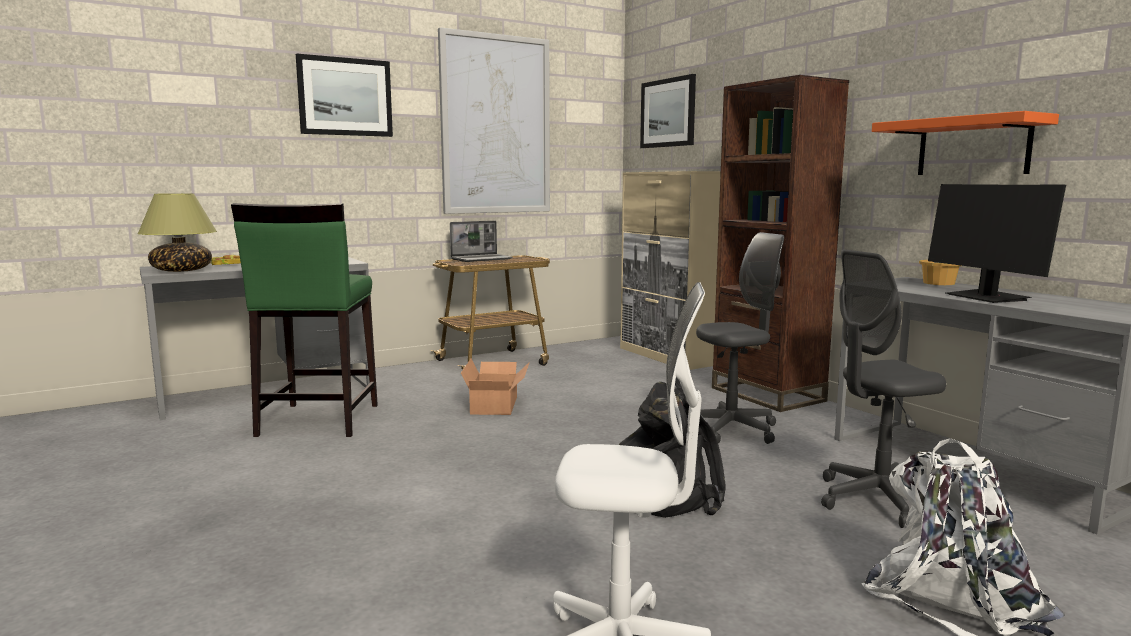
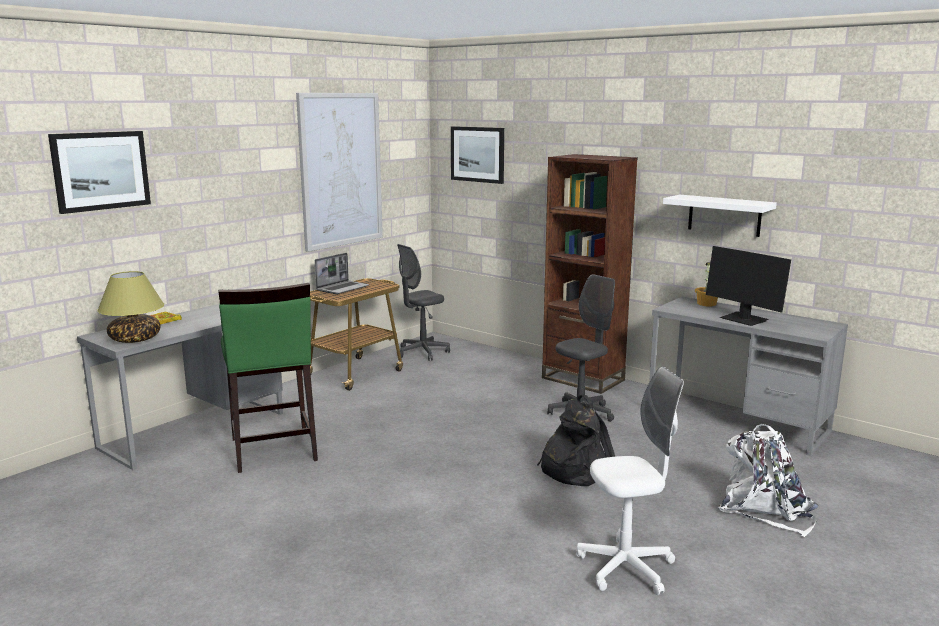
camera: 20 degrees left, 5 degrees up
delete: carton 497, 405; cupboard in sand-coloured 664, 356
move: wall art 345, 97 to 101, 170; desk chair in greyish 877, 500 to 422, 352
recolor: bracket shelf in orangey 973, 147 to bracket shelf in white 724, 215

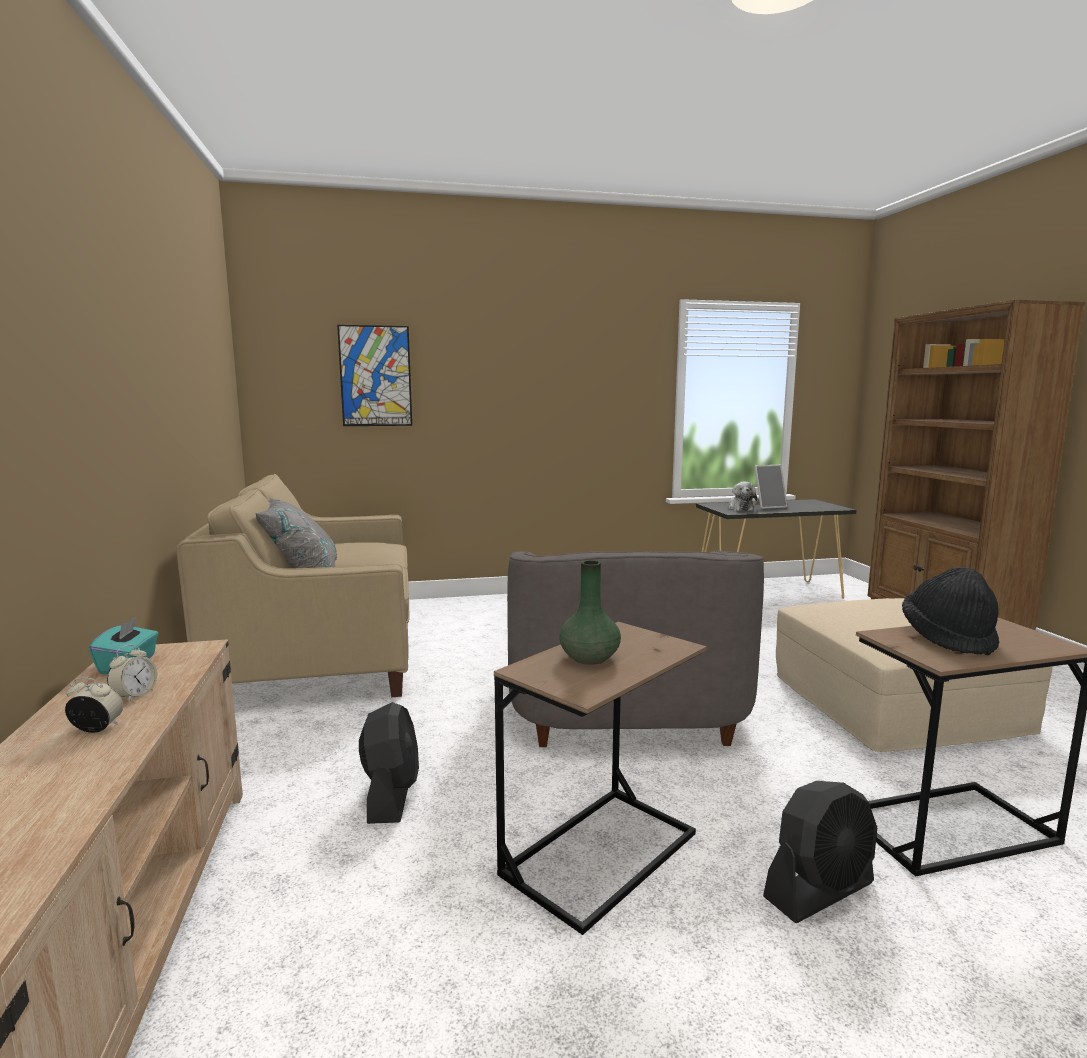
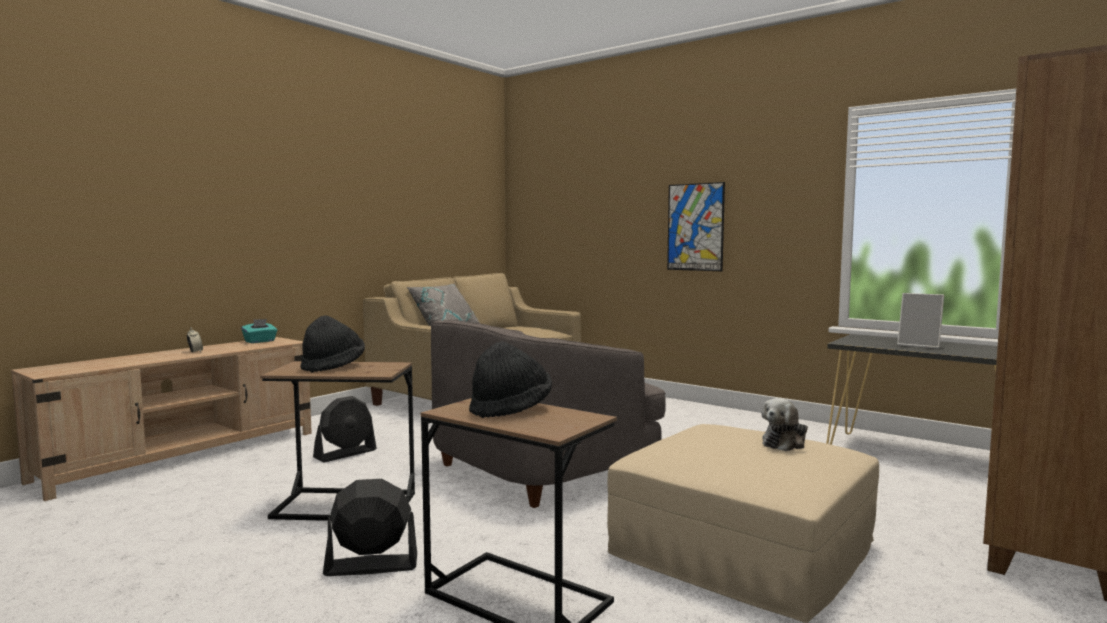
camera: 50 degrees right, 5 degrees down
delete: table clock 135, 696
move: wall art 375, 376 to 695, 227; soft toy 740, 508 to 785, 443
replace: vase in green-coloured 589, 658 to wearable hat in blackish 333, 366
rotate: fan in blackish 819, 890 = 371, 565 150 degrees clockwise

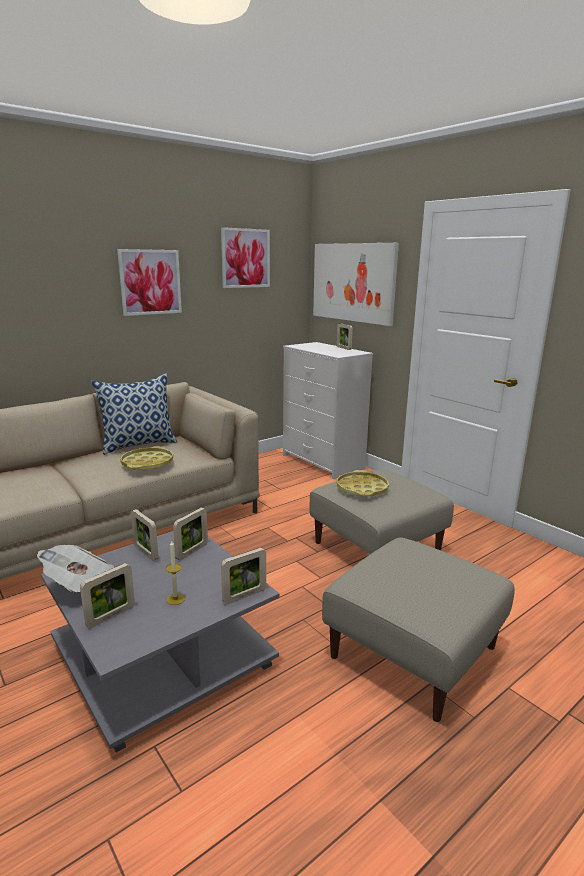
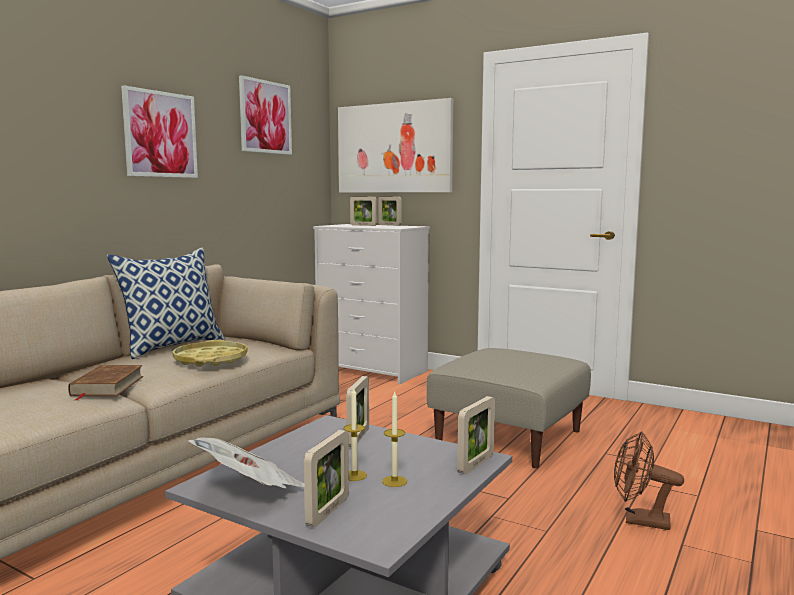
camera: 20 degrees left, 10 degrees down
delete: serving tray in yellowish 362, 489
insert: volume in brown-coloured 107, 386; candle 354, 475
move: photo frame 146, 553 to 363, 225
replace: footrest in sand-coloured 413, 652 to fan in brown-coloured 639, 521

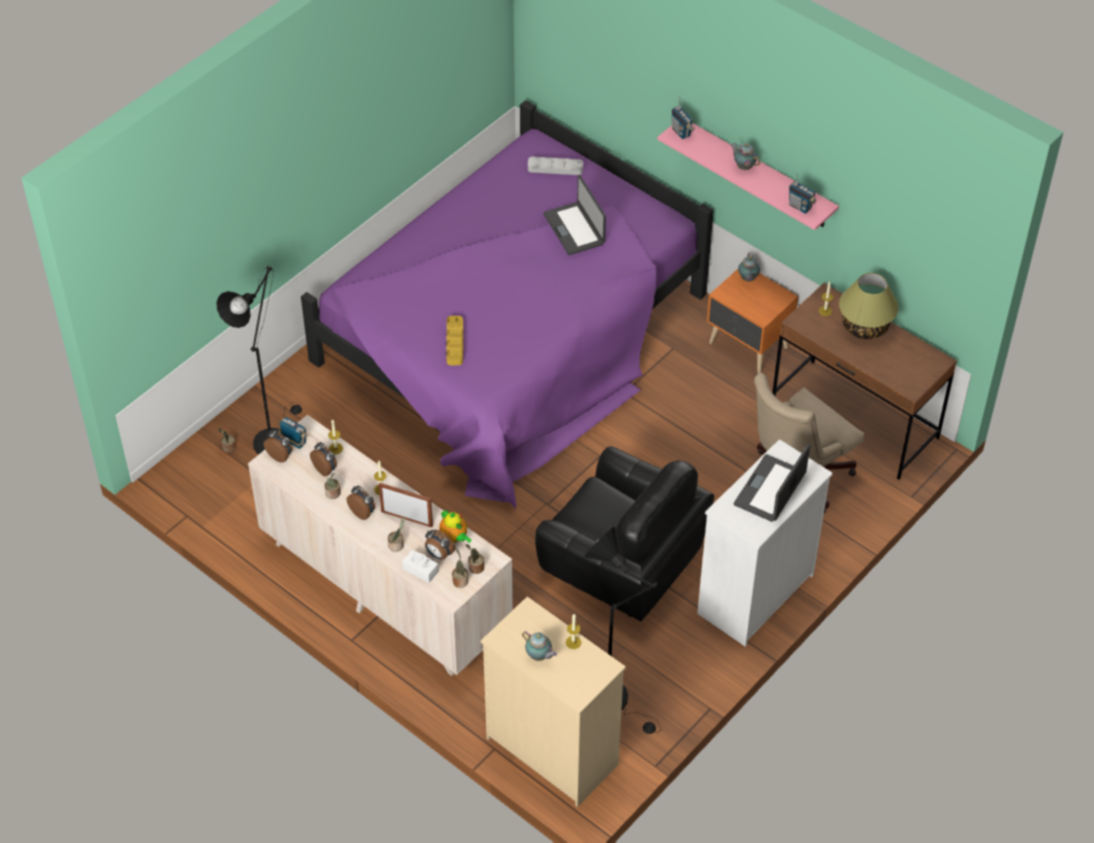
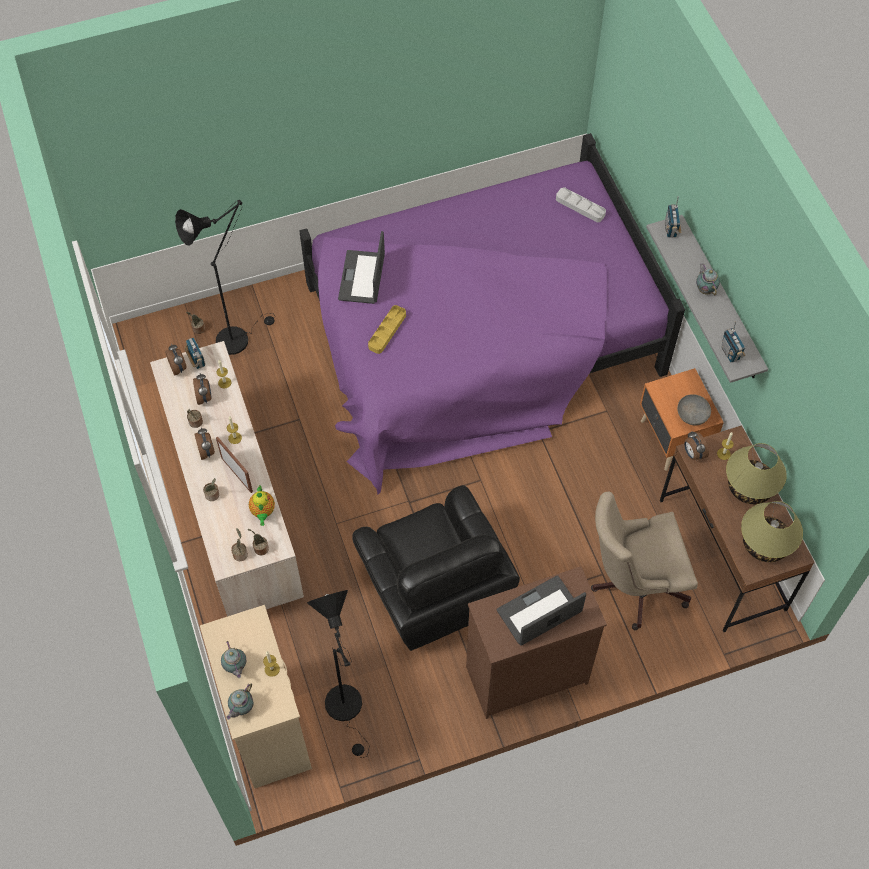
camera: 30 degrees right, 10 degrees up
delete: tissue holder in white 420, 570
insert: deep dish in greyish 692, 417; lamp for a table 765, 543
move: tea pot 747, 279 to 241, 708; laptop 575, 228 to 362, 277; table clock 439, 555 to 693, 454
recolor: chest of drawers in white 754, 594 to chest of drawers in brown-coloured 525, 674; bracket shelf in pinkish 757, 174 to bracket shelf in greyish 720, 300

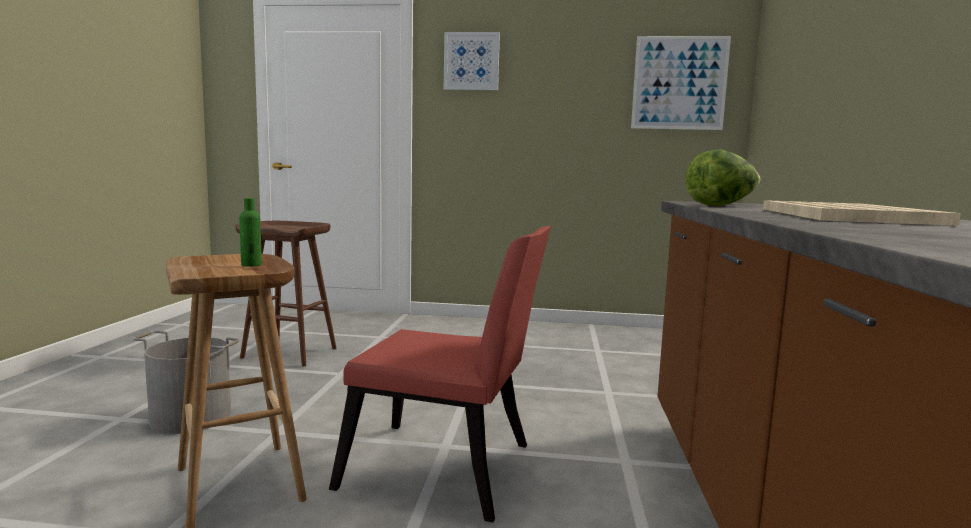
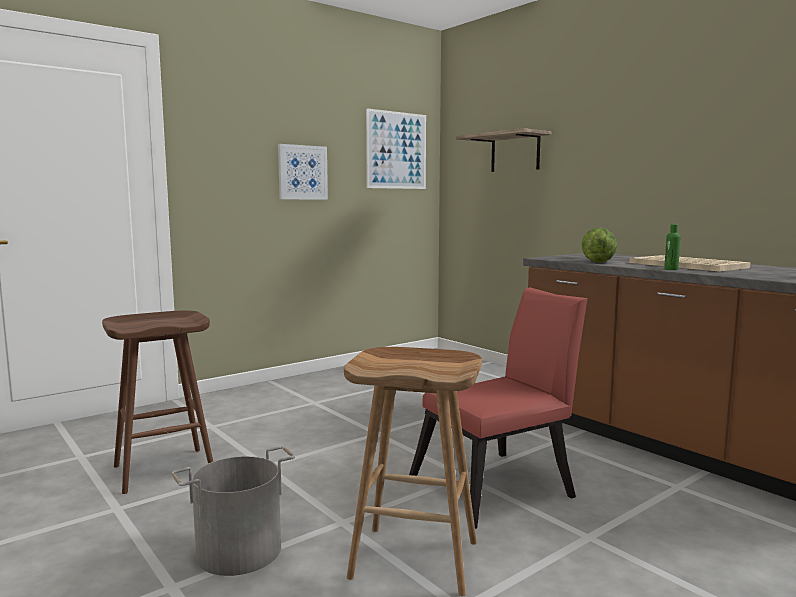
camera: 45 degrees left, 0 degrees up
insert: bracket shelf 515, 152
move: wall art 471, 61 to 302, 172; drink bottle in green-coloured 251, 265 to 671, 269

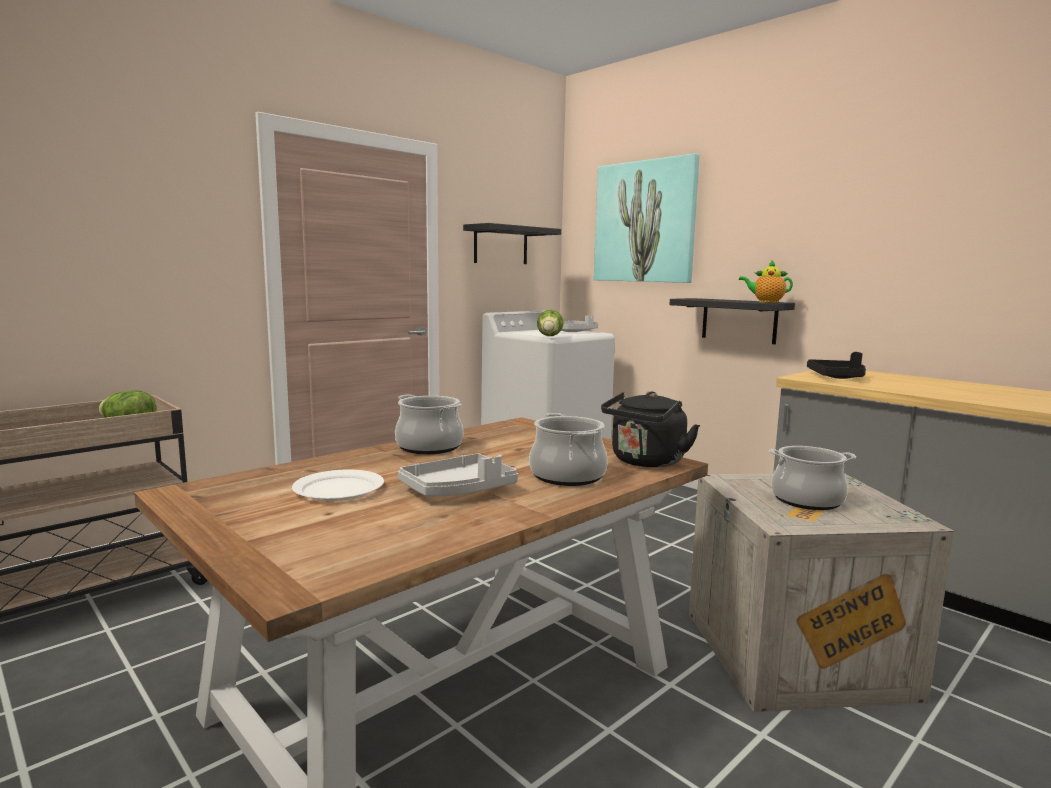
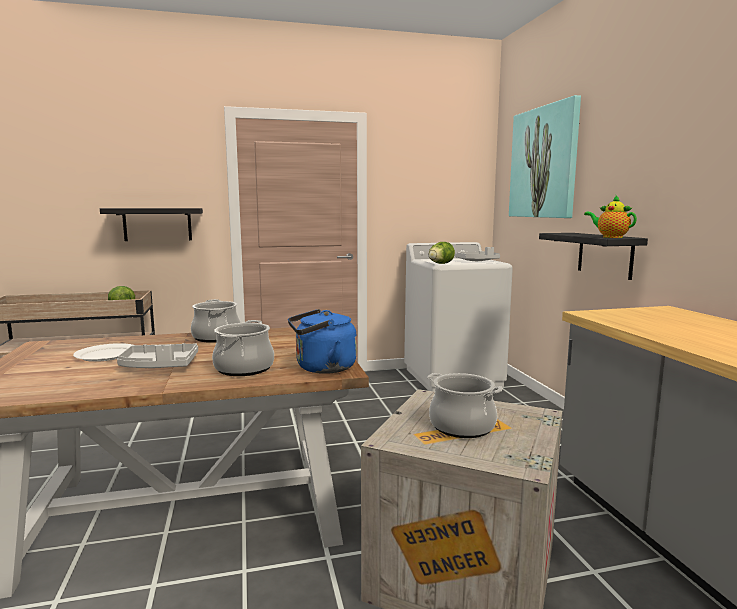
camera: 30 degrees right, 0 degrees up
delete: serving tray in blackish 837, 377
move: bracket shelf in blackish 500, 245 to 157, 224
recolor: kettle in blackish 645, 462 to kettle in blue 322, 368

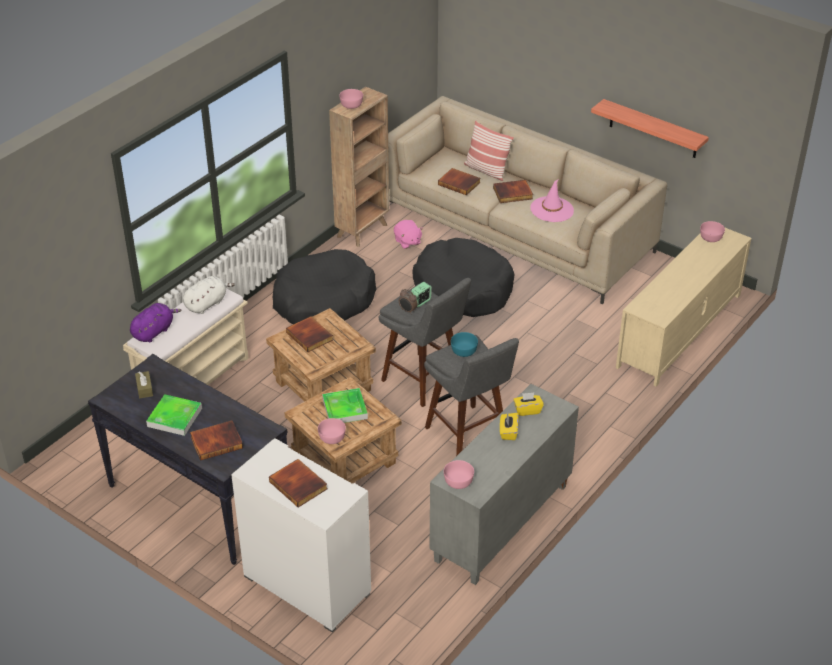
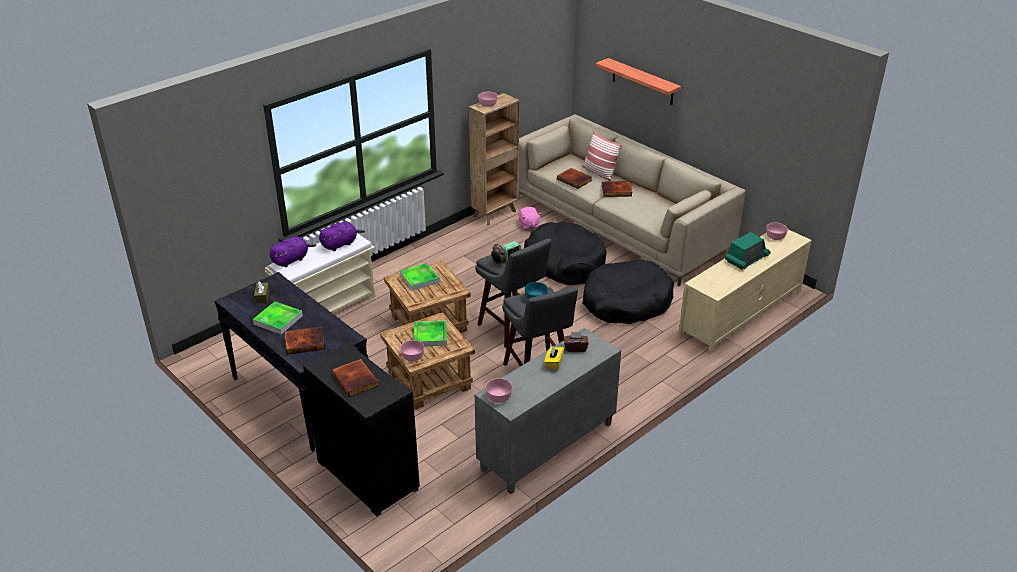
camera: 10 degrees right, 5 degrees down
delete: wearable hat in pinkish 552, 209
insert: radio set 746, 259
move: dog cushion in blackish 323, 301 to 626, 302; bracket shelf 653, 129 to 642, 82
replace: volume 310, 336 to serving tray 419, 279
recolor: cupboard in white 305, 585 to cupboard in blackish 366, 475; soft toy in white 207, 304 to soft toy in purplish 340, 244; tissue holder in yellowish 527, 410 to tissue holder in brown-coloured 575, 348

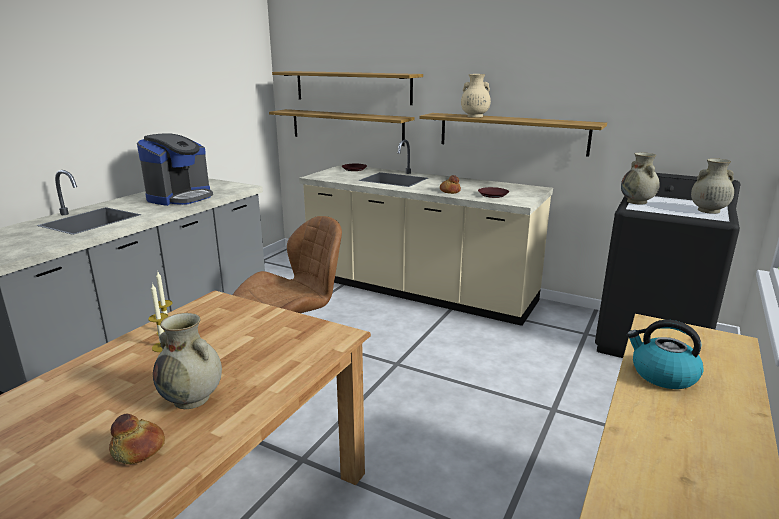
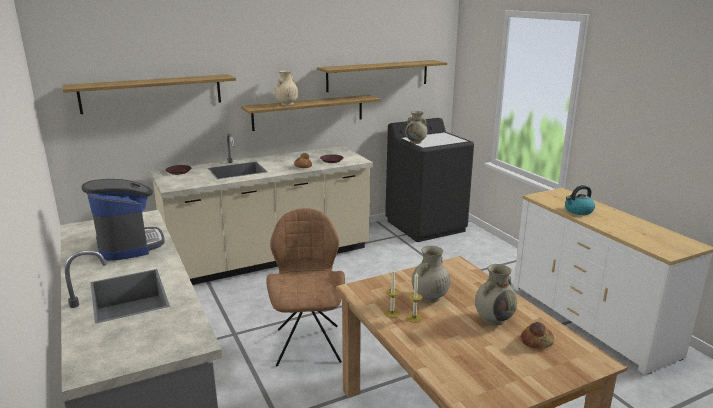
camera: 55 degrees left, 0 degrees up
move: bracket shelf 346, 127 to 378, 75; vase in sand-coloured 707, 211 to 429, 297

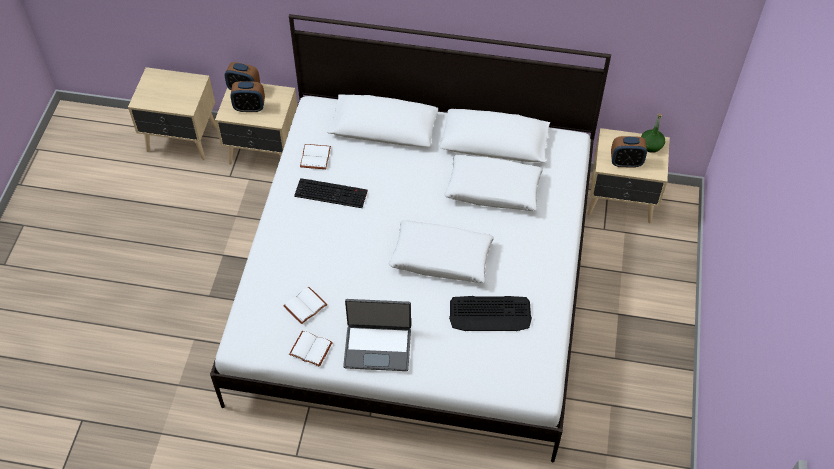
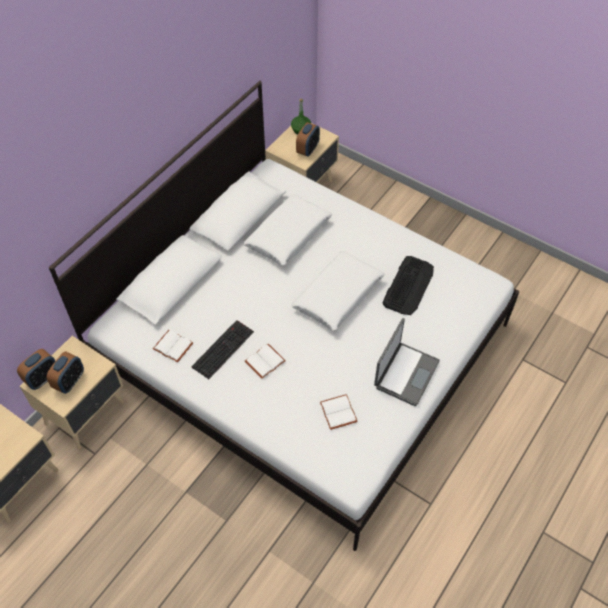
camera: 65 degrees left, 0 degrees up
move: volume in white 312, 348 to 265, 360

